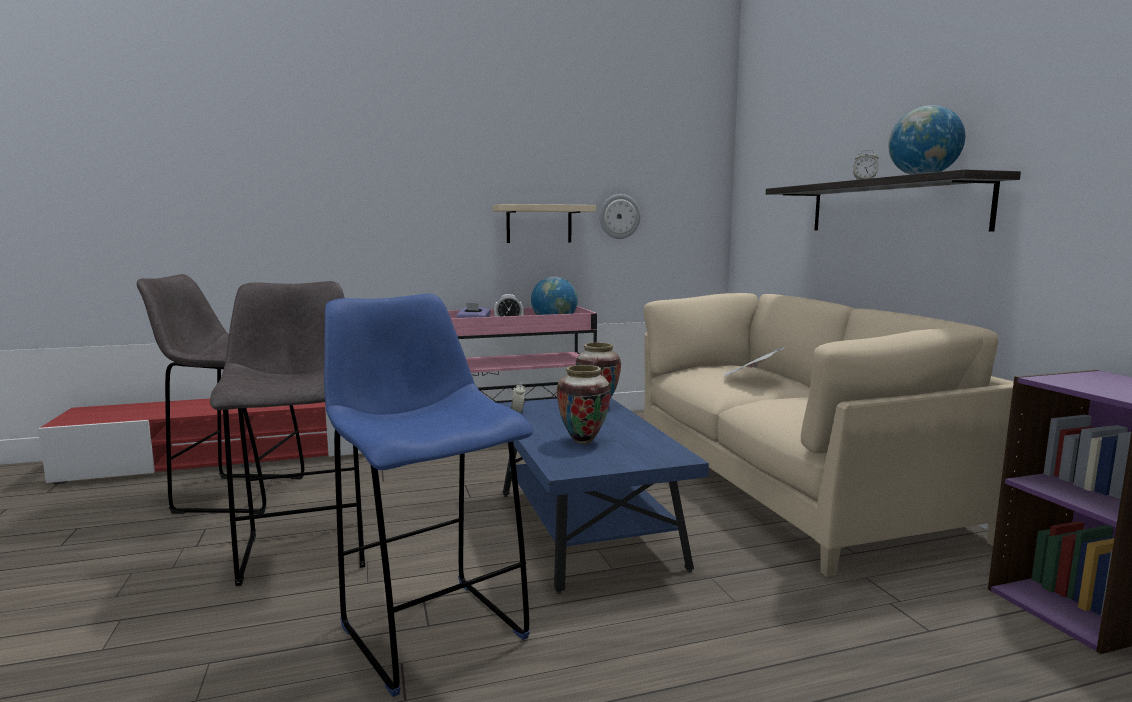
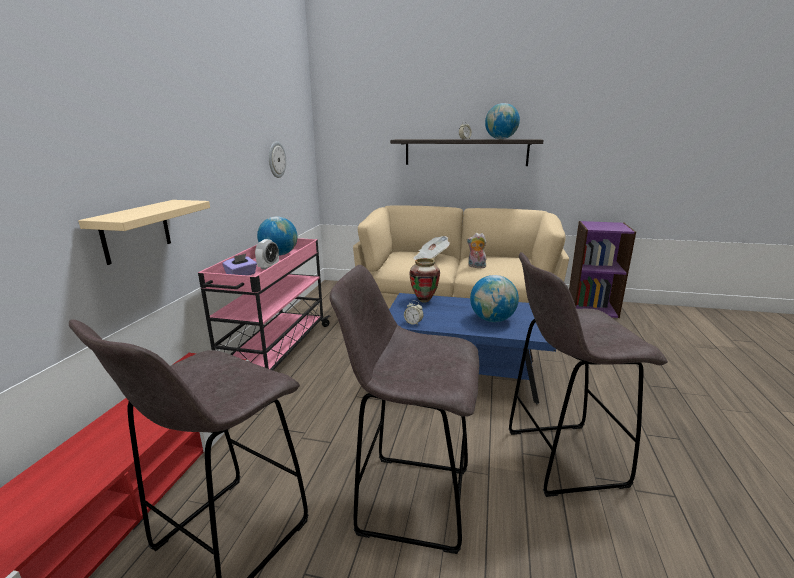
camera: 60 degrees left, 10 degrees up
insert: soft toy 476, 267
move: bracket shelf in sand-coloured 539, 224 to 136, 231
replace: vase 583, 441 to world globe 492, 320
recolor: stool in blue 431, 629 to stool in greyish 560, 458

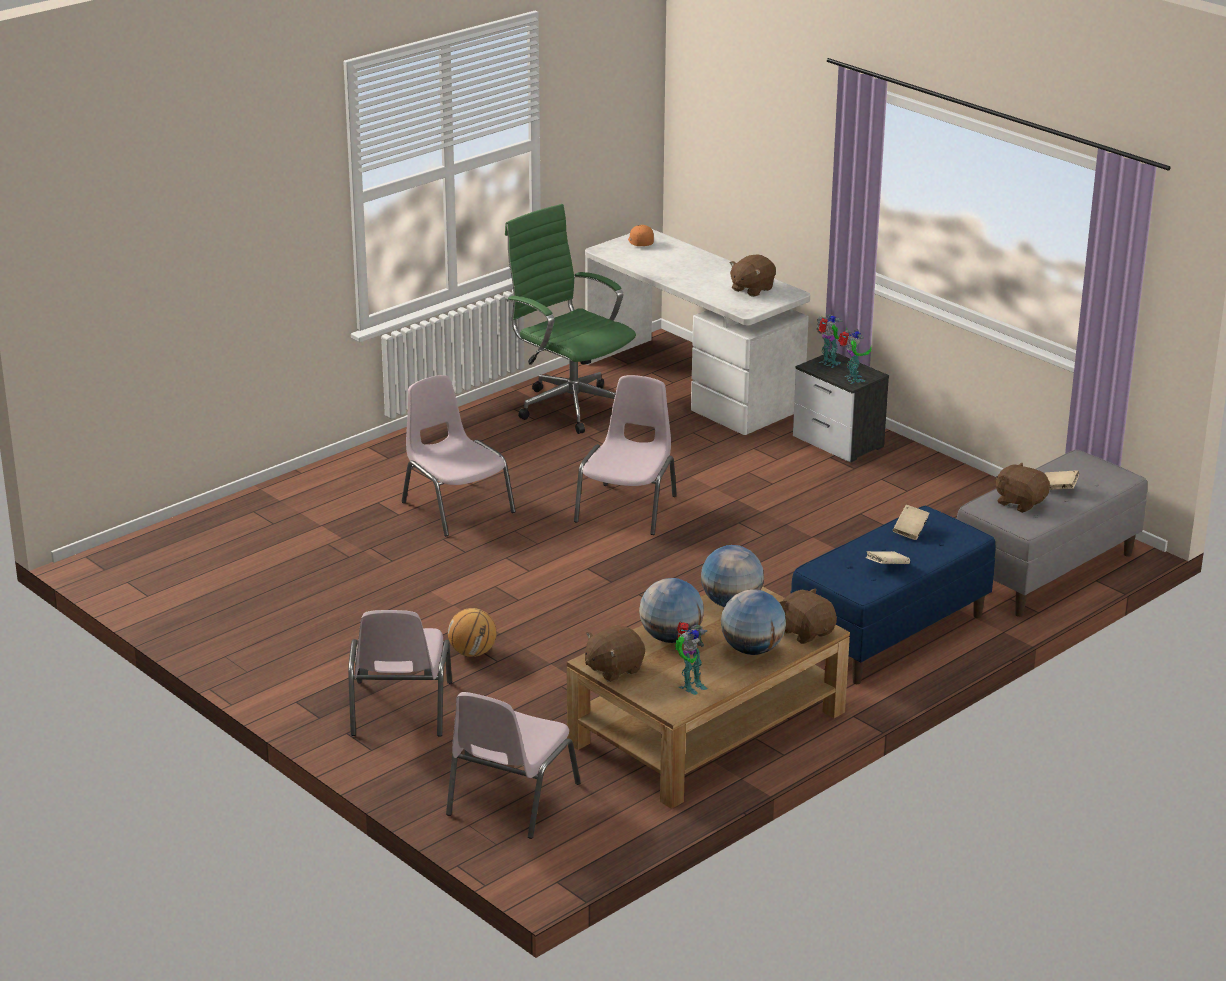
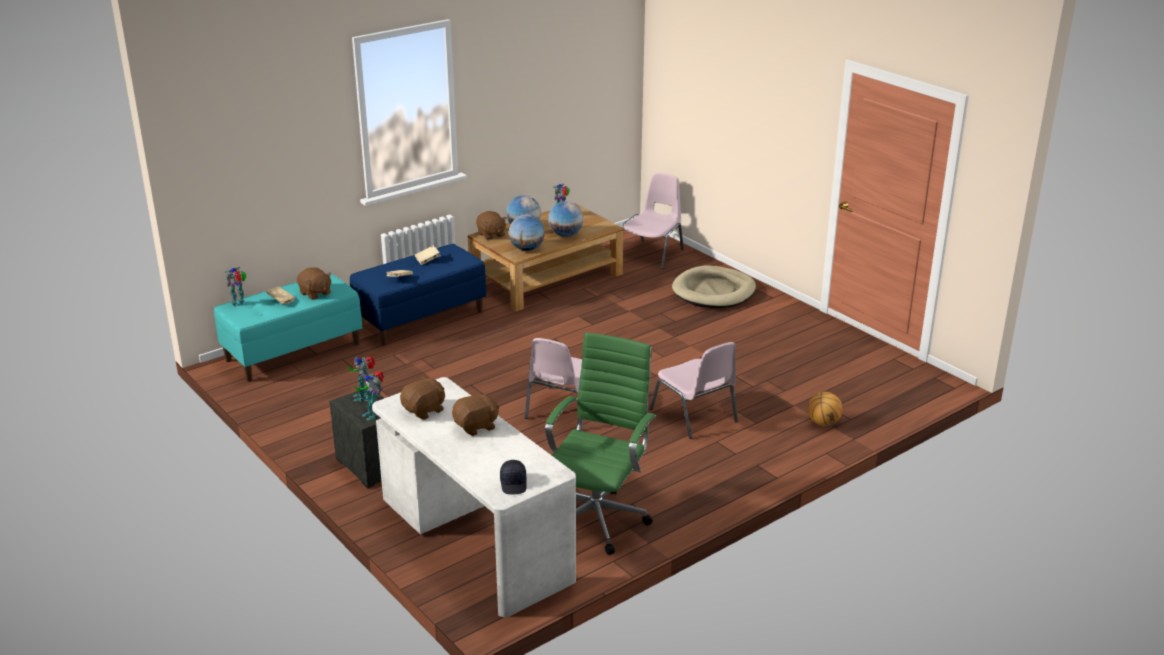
camera: 175 degrees left, 0 degrees up
insert: robot figure 239, 303
move: soft toy in brown-coloured 613, 669 to 476, 426; ball for basketball 473, 653 to 823, 423
replace: chair in pinkish 399, 710 to dog cushion in sand-coloured 714, 291
recolor: bench in greyish 1046, 571 to bench in turquoise 293, 352; peaked cap in orangey 640, 242 to peaked cap in blackish 514, 484
rotate: desk chair in green-coloured 569, 406 = 598, 518 120 degrees counterclockwise

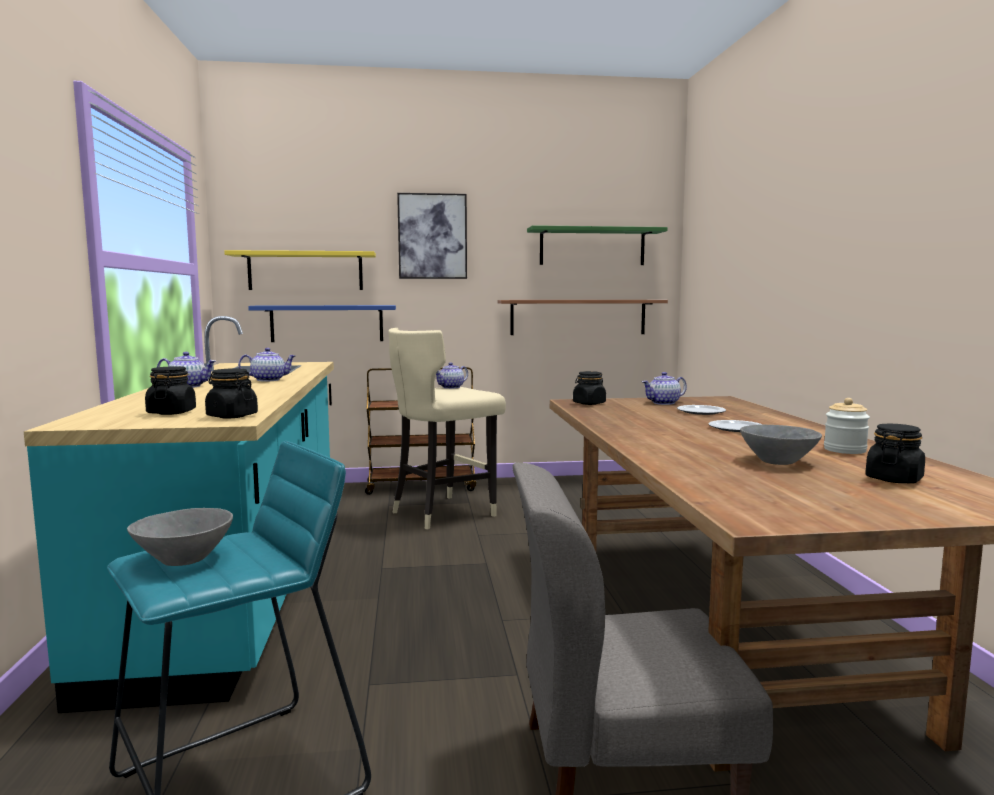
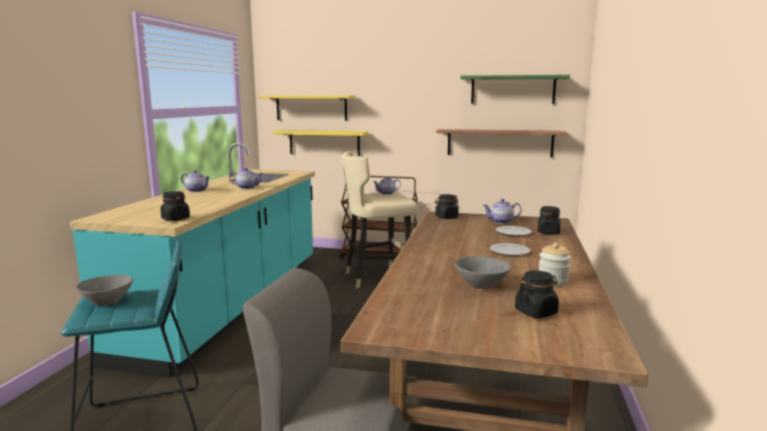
camera: 20 degrees right, 5 degrees up
delete: wall art 432, 236
move: storage jar in blackish 171, 412 to 548, 232
recolor: bracket shelf in blue 327, 323 to bracket shelf in yellowish 324, 142

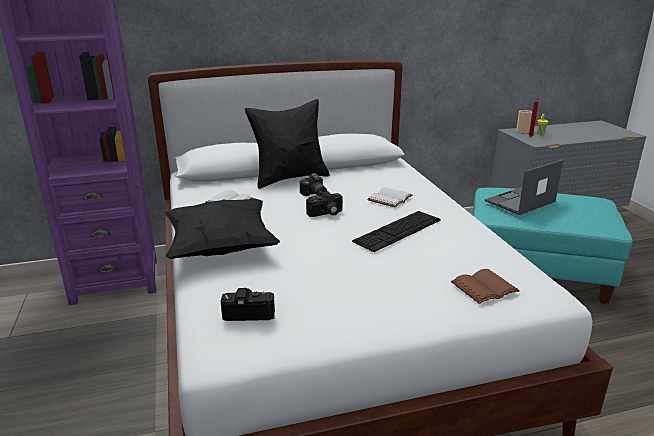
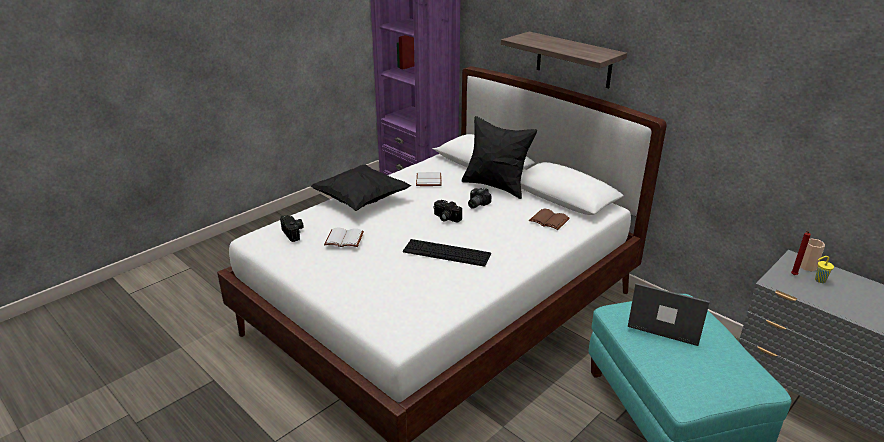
camera: 60 degrees right, 5 degrees up
insert: bracket shelf 573, 60
move: volume in white 389, 198 to 345, 238; volume in brown-coloured 484, 287 to 550, 220

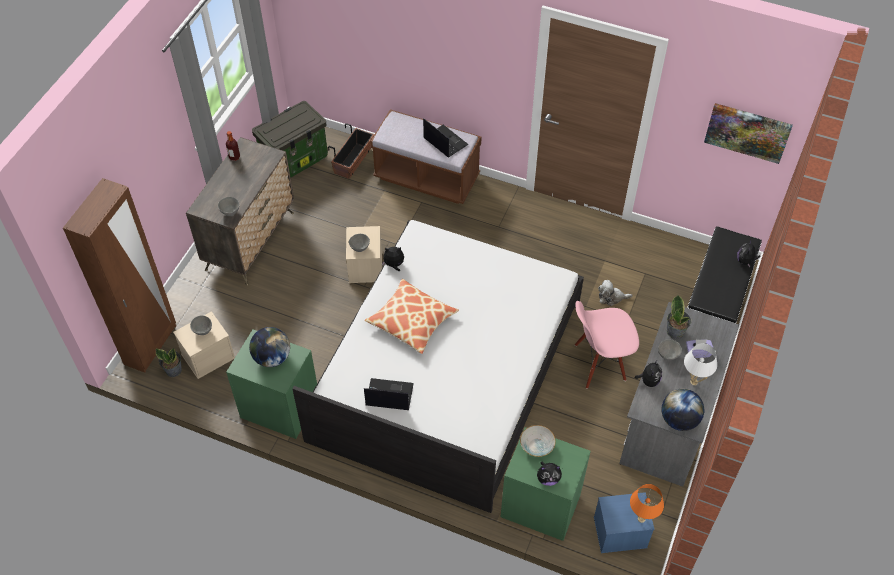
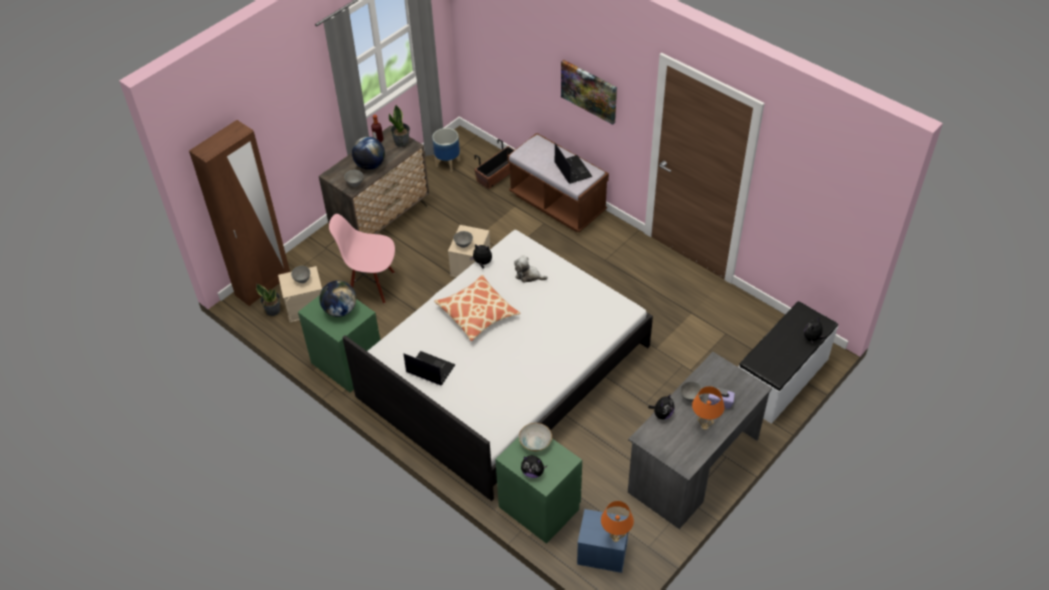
camera: 20 degrees right, 5 degrees down
move: chair in pinkish 599, 363 to 371, 285; world globe 679, 420 to 370, 165; potted plant 675, 331 to 402, 142; soft toy 611, 297 to 528, 276; wall art 747, 132 to 589, 91
replace: storage box 295, 160 to plant pot 448, 163
recolor: lamp for a table in white 693, 382 to lamp for a table in orangey 704, 426

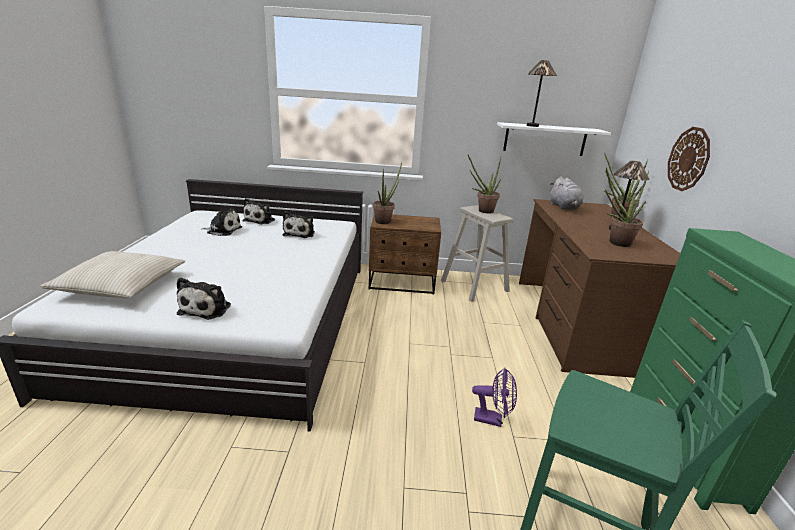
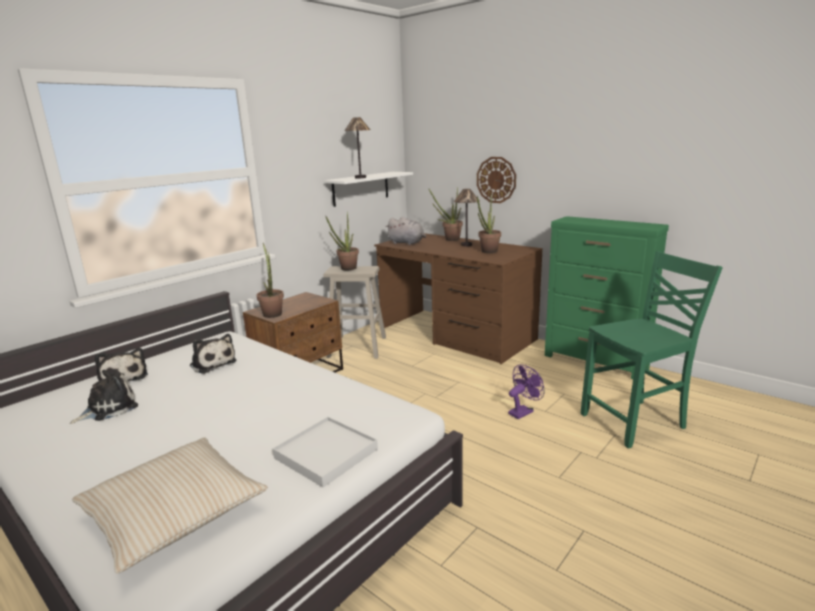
camera: 50 degrees left, 5 degrees down
replace: soft toy 207, 308 to serving tray in white 326, 453

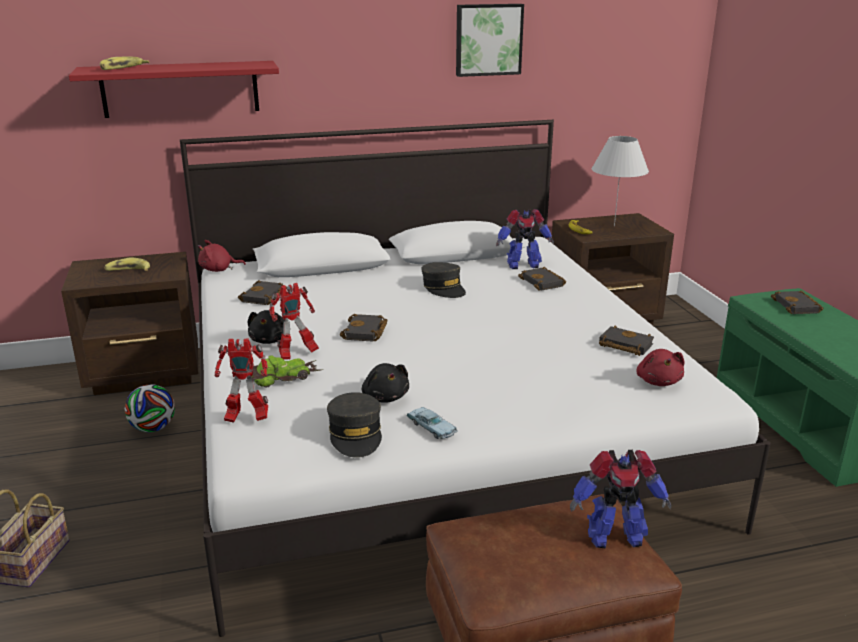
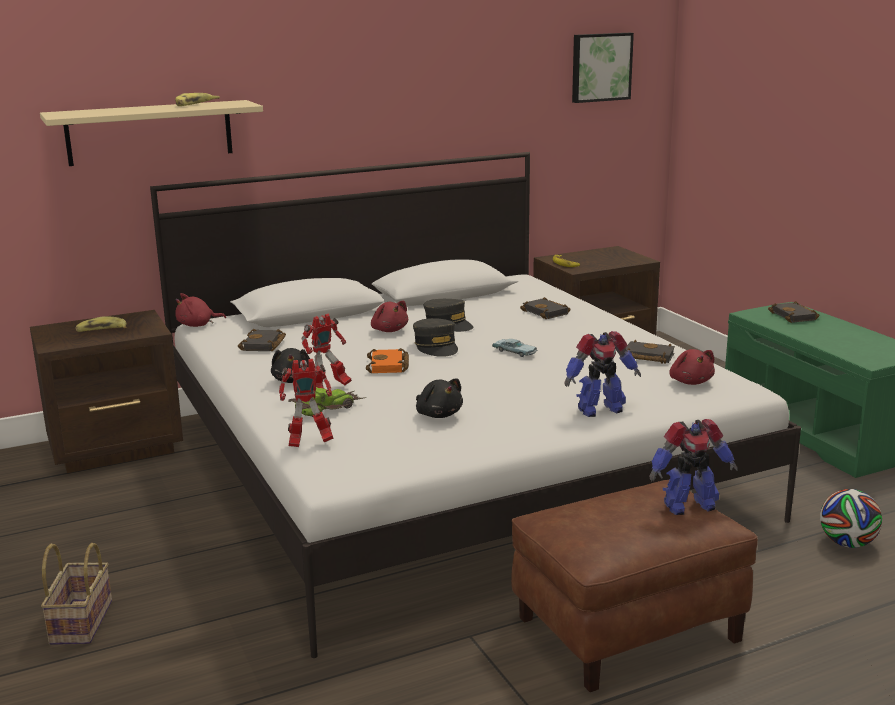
camera: 10 degrees left, 5 degrees down
delete: lamp for a table in white 614, 226
insert: soft toy in reddish 389, 330
move: whole banana 122, 69 to 194, 105; peaked cap in greyish 355, 434 to 436, 347; model car in blue 431, 428 to 514, 352; robot figure 522, 265 to 599, 409; wall art 488, 39 to 600, 67; football ball 153, 428 to 847, 543
recolor: bracket shelf in reddish 180, 89 to bracket shelf in sand-coloured 150, 132; volume in blackish 365, 332 to volume in orangey 389, 366

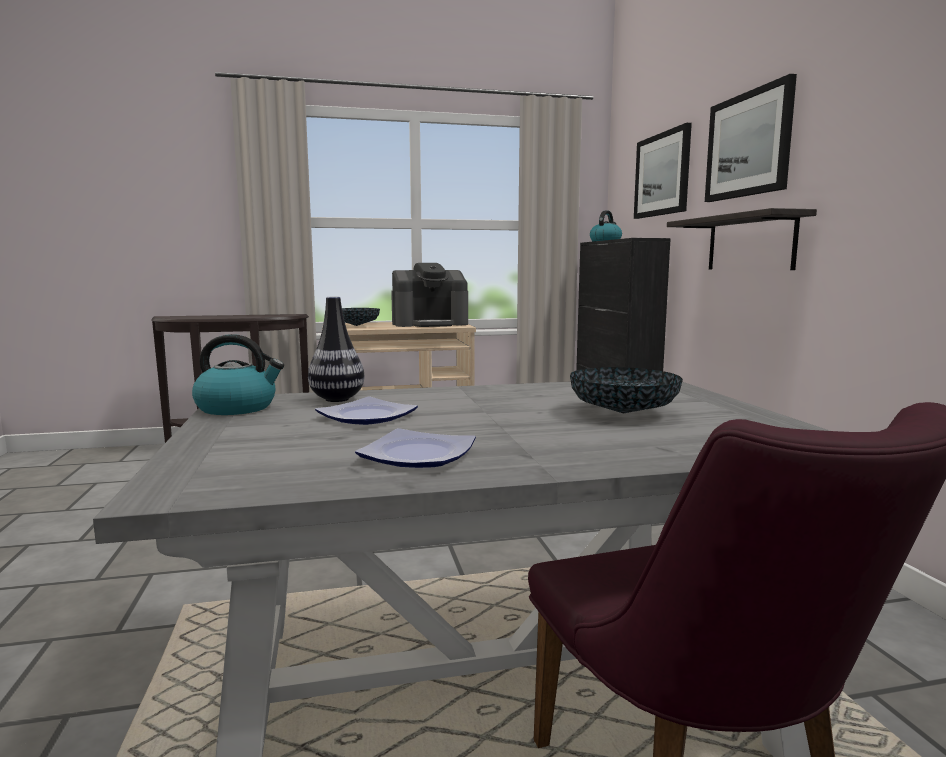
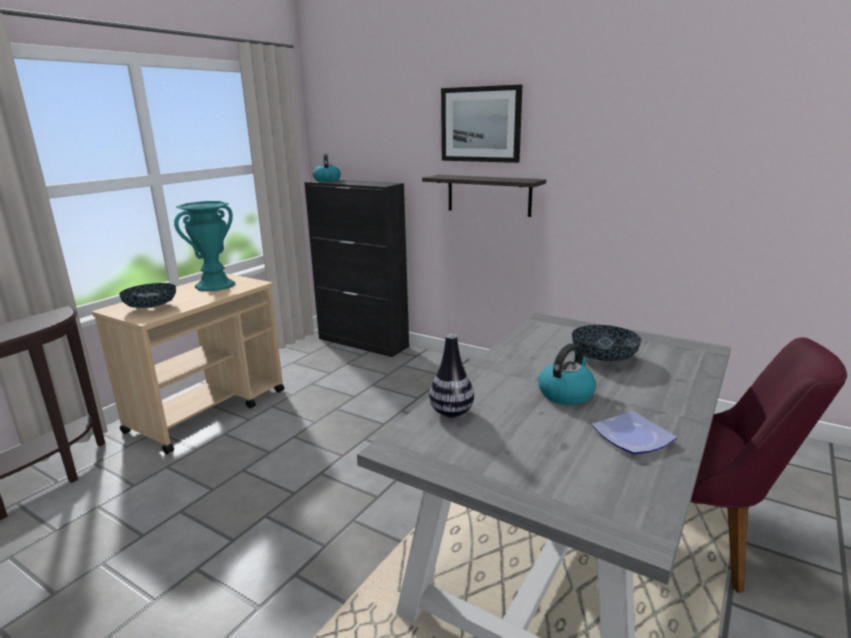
camera: 45 degrees left, 10 degrees up
delete: flat dish 367, 417; wall art 662, 174
move: kettle 238, 408 to 566, 393
replace: coffee maker 430, 324 to vase in turquoise 215, 285

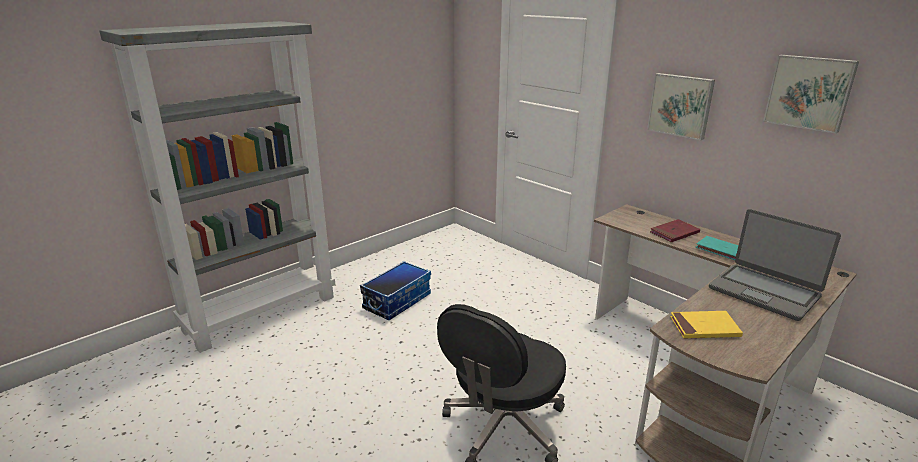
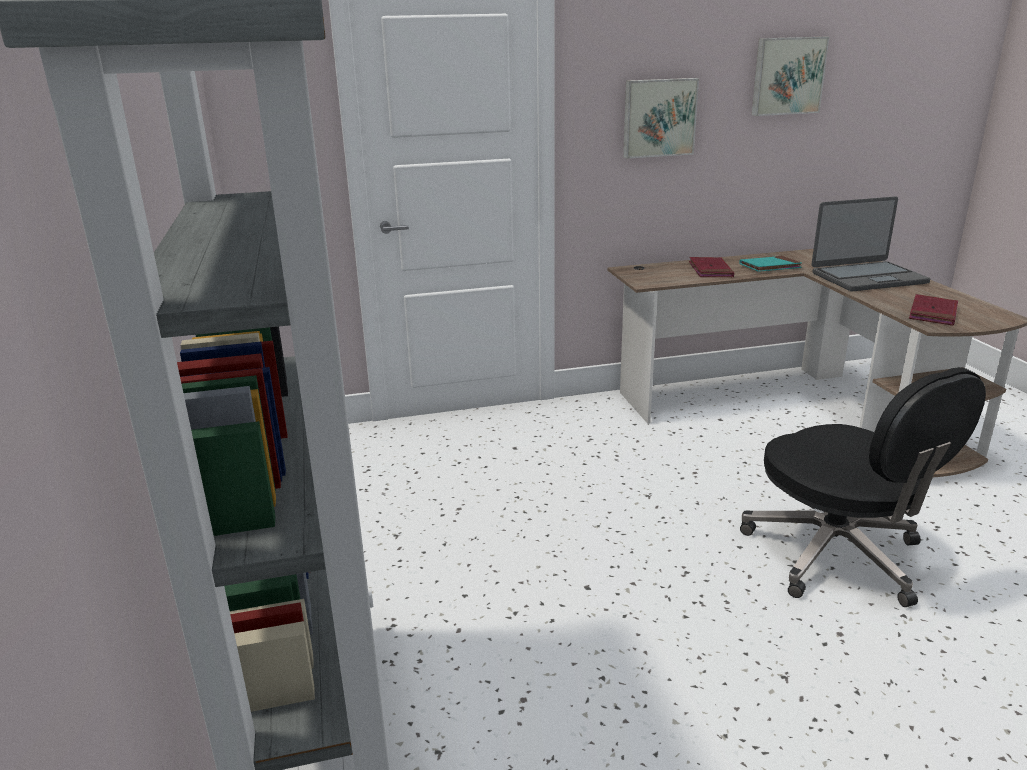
camera: 60 degrees left, 0 degrees up
delete: storage box 397, 301
recolor: volume in yellowish 704, 327 to volume in reddish 933, 313

